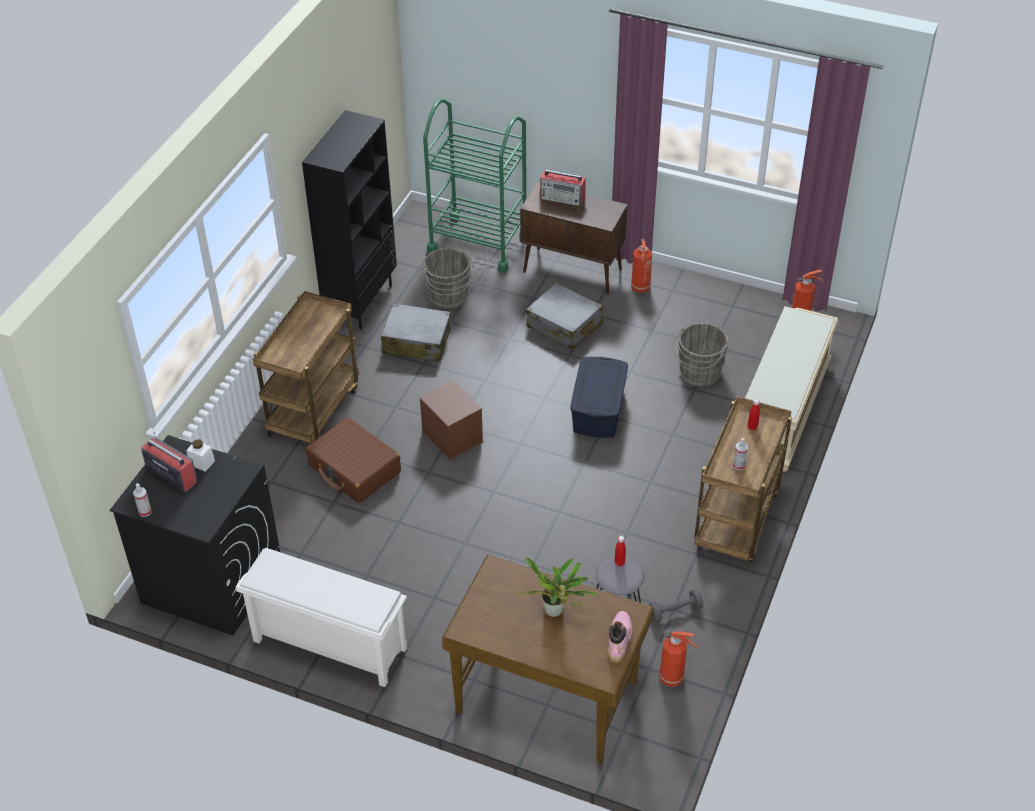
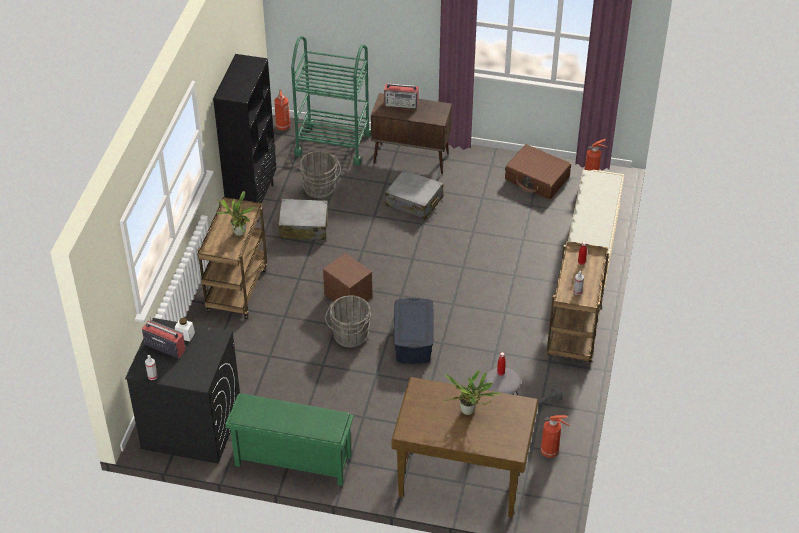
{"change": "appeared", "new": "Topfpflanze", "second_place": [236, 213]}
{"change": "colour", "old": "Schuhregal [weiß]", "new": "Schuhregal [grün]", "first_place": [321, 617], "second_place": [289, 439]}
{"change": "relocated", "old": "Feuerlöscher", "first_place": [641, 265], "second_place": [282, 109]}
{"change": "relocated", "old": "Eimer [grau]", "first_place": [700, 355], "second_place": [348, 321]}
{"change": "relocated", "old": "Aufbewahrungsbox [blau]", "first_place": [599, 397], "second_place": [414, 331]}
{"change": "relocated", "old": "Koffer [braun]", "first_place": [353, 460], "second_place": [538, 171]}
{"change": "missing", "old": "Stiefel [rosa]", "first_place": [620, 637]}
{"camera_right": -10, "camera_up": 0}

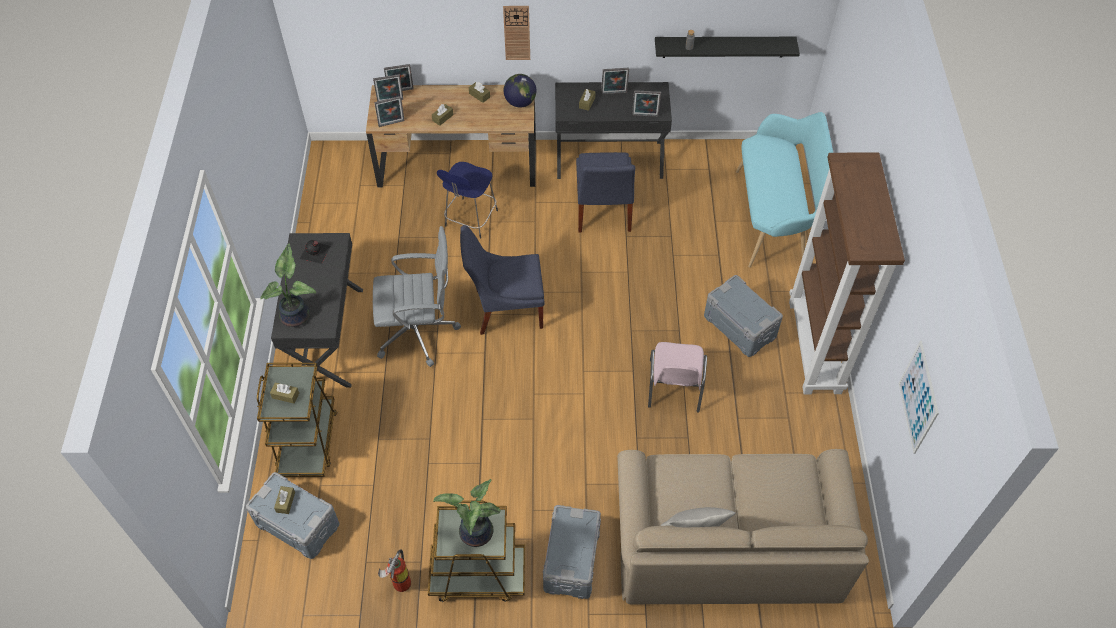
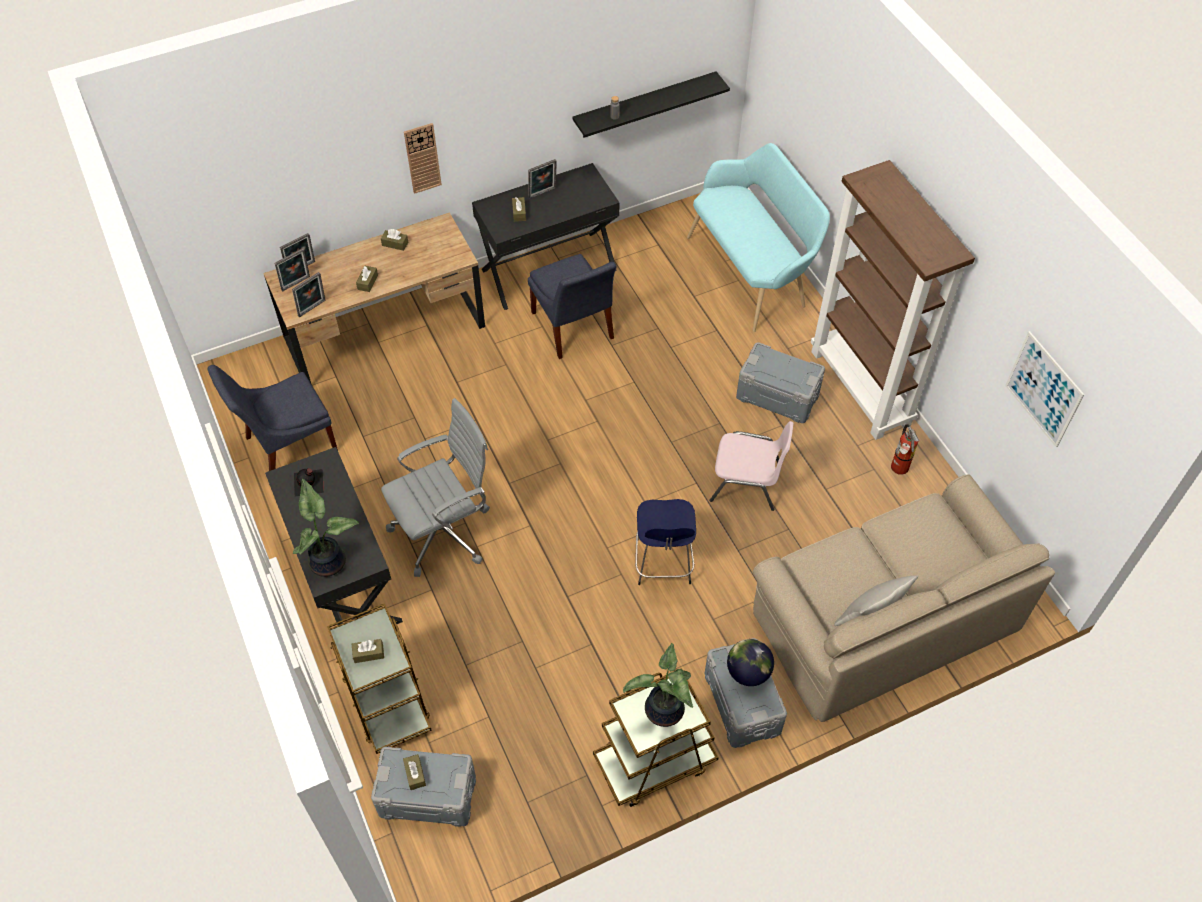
{"change": "relocated", "old": "Stuhl [blau]", "first_place": [502, 280], "second_place": [273, 418]}
{"change": "relocated", "old": "Hocker [blau]", "first_place": [467, 200], "second_place": [665, 542]}
{"change": "spun", "old": "Stuhl [rosa]", "first_place": [677, 377], "second_place": [751, 466], "degrees": -60}
{"change": "relocated", "old": "Globus", "first_place": [520, 90], "second_place": [750, 662]}
{"change": "relocated", "old": "Feuerlöscher", "first_place": [394, 570], "second_place": [905, 449]}
{"change": "missing", "old": "Bilderrahmen", "first_place": [646, 103]}
{"camera_right": -25, "camera_up": 0}

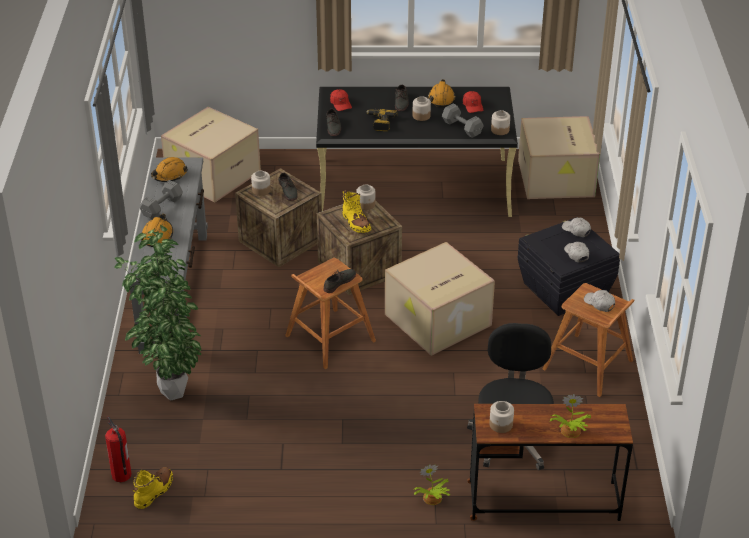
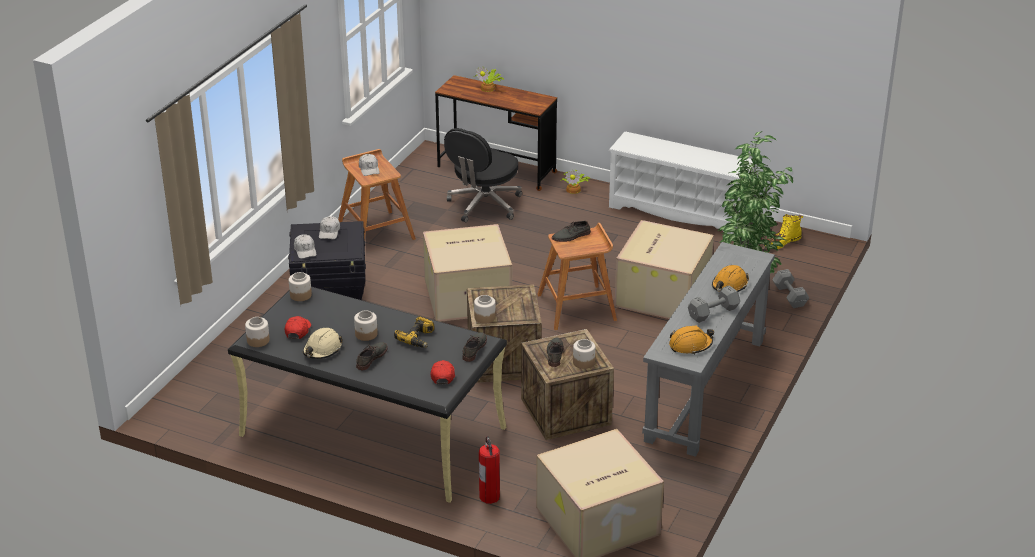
{"change": "relocated", "old": "Vorratsglas", "first_place": [501, 417], "second_place": [257, 332]}
{"change": "colour", "old": "Schutzhelm [orange]", "new": "Schutzhelm [beige]", "first_place": [442, 93], "second_place": [323, 343]}
{"change": "relocated", "old": "Feuerlöscher", "first_place": [118, 449], "second_place": [489, 470]}
{"change": "appeared", "new": "Schuhregal [weiß]", "second_place": [682, 182]}
{"change": "relocated", "old": "Karton", "first_place": [559, 157], "second_place": [664, 269]}
{"change": "relocated", "old": "Hantel [grau]", "first_place": [462, 121], "second_place": [790, 288]}
{"change": "missing", "old": "Stiefel [gelb]", "first_place": [356, 211]}
{"camera_right": -155, "camera_up": -5}

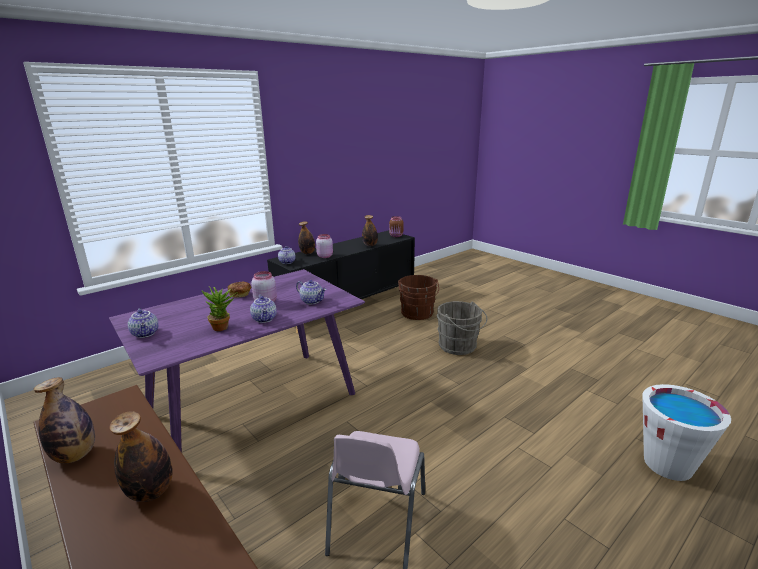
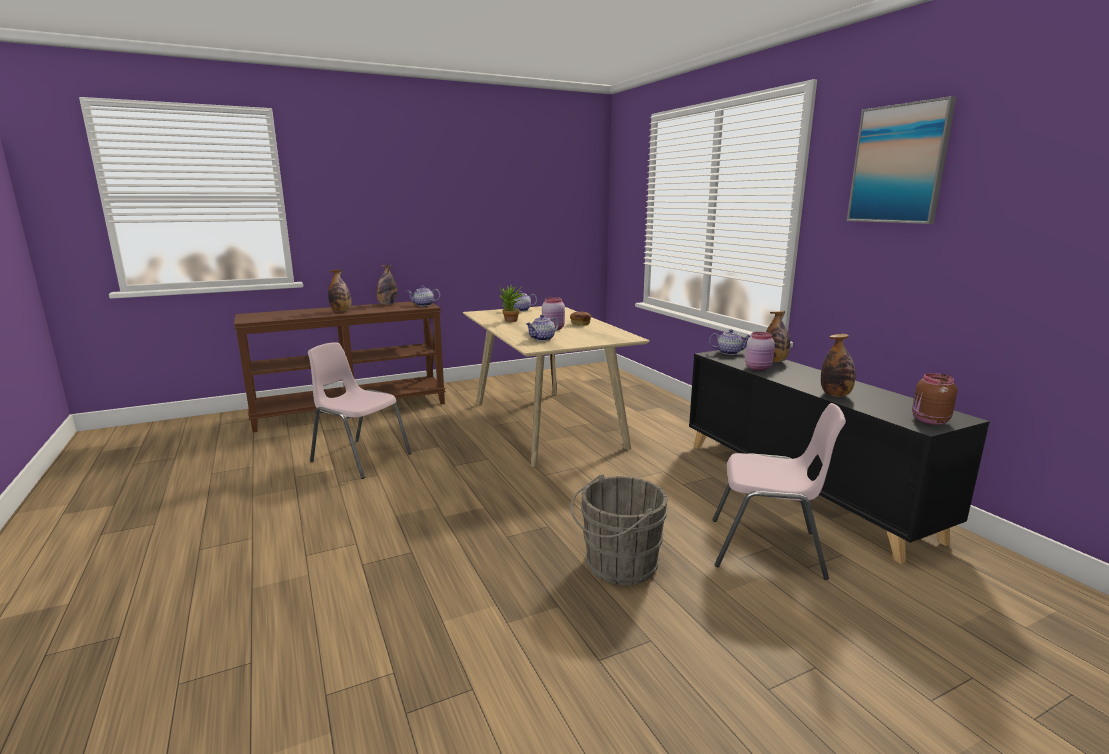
{"change": "relocated", "old": "Teekanne", "first_place": [263, 309], "second_place": [423, 296]}
{"change": "colour", "old": "Esstisch [lila]", "new": "Esstisch [beige]", "first_place": [237, 360], "second_place": [556, 386]}
{"change": "exchanged", "old": "Eimer [braun]", "new": "Stuhl [rosa]", "first_place": [418, 297], "second_place": [779, 491]}
{"change": "appeared", "new": "Bild", "second_place": [901, 160]}
{"change": "missing", "old": "Eimer [weiß]", "first_place": [686, 432]}
{"camera_right": 105, "camera_up": -5}

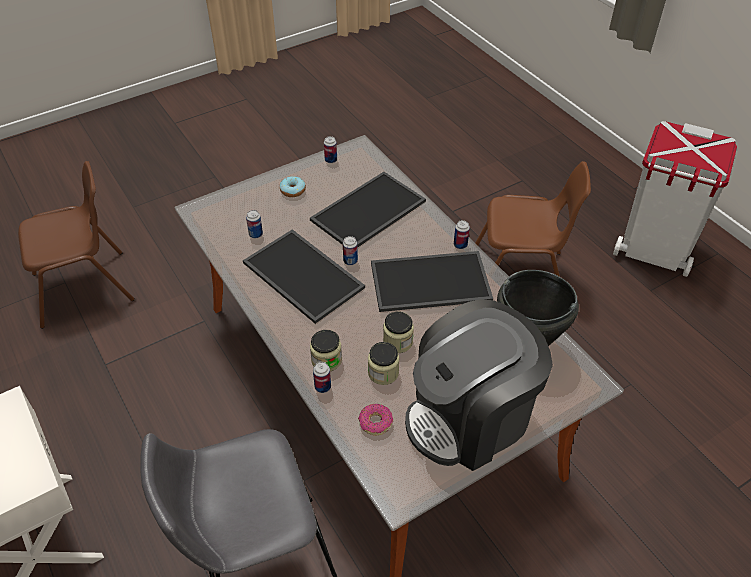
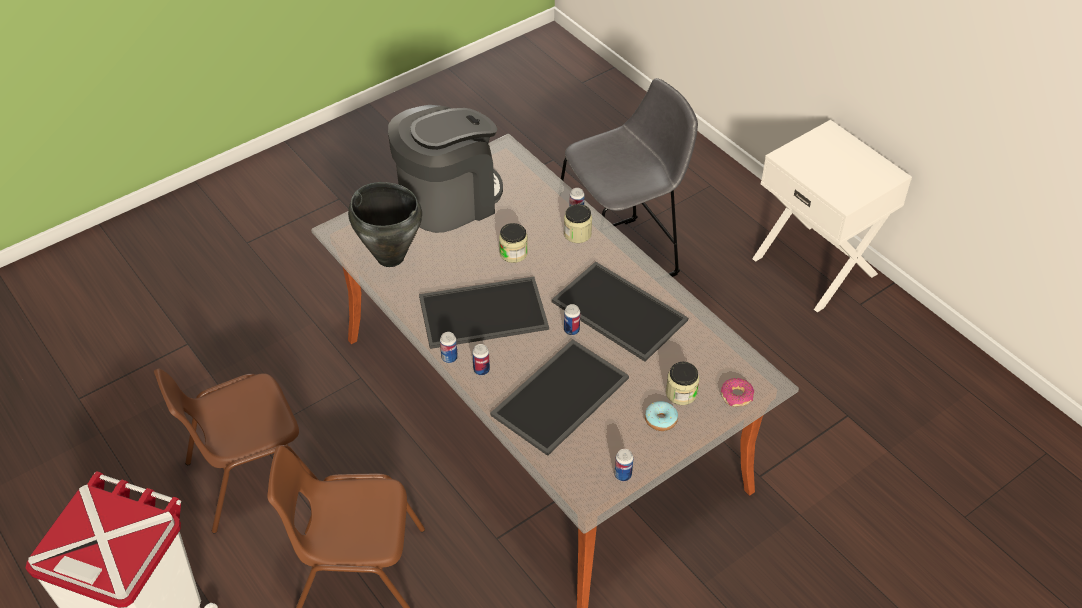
{"change": "relocated", "old": "Stuhl [braun]", "first_place": [76, 245], "second_place": [236, 451]}
{"change": "relocated", "old": "Dose", "first_place": [254, 224], "second_place": [481, 360]}
{"change": "relocated", "old": "Vorratsglas", "first_place": [383, 363], "second_place": [682, 383]}
{"change": "relocated", "old": "Donut", "first_place": [375, 420], "second_place": [737, 392]}
{"camera_right": 175, "camera_up": 0}

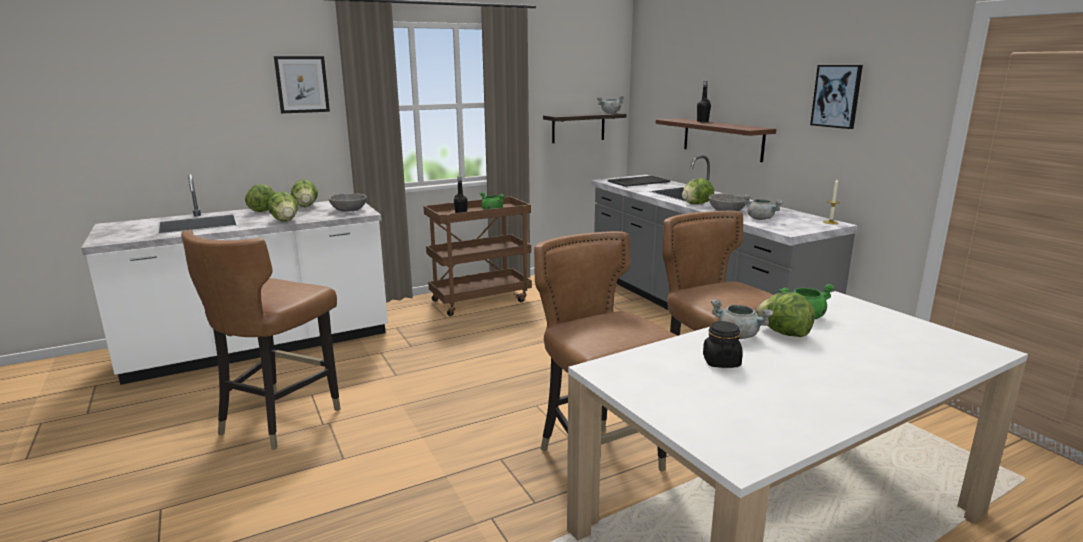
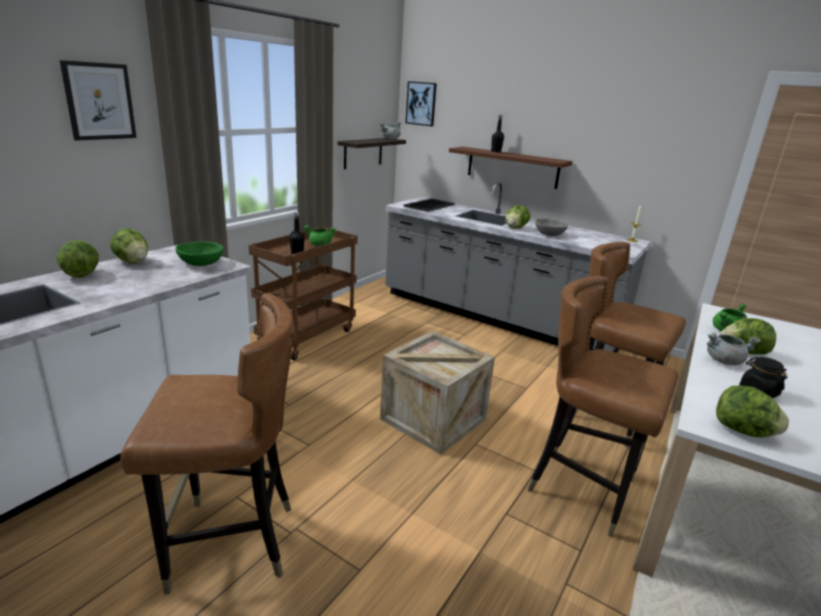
{"change": "spun", "old": "Stuhl [braun]", "first_place": [261, 340], "second_place": [206, 443], "degrees": -90}
{"change": "colour", "old": "Schüssel [grau]", "new": "Schüssel [grün]", "first_place": [348, 202], "second_place": [199, 253]}
{"change": "appeared", "new": "Kiste", "second_place": [437, 393]}
{"change": "relocated", "old": "Bild", "first_place": [836, 97], "second_place": [421, 103]}
{"change": "relocated", "old": "Salatkopf", "first_place": [283, 206], "second_place": [752, 412]}
{"change": "missing", "old": "Kochtopf [grau]", "first_place": [764, 207]}
{"camera_right": -30, "camera_up": 5}

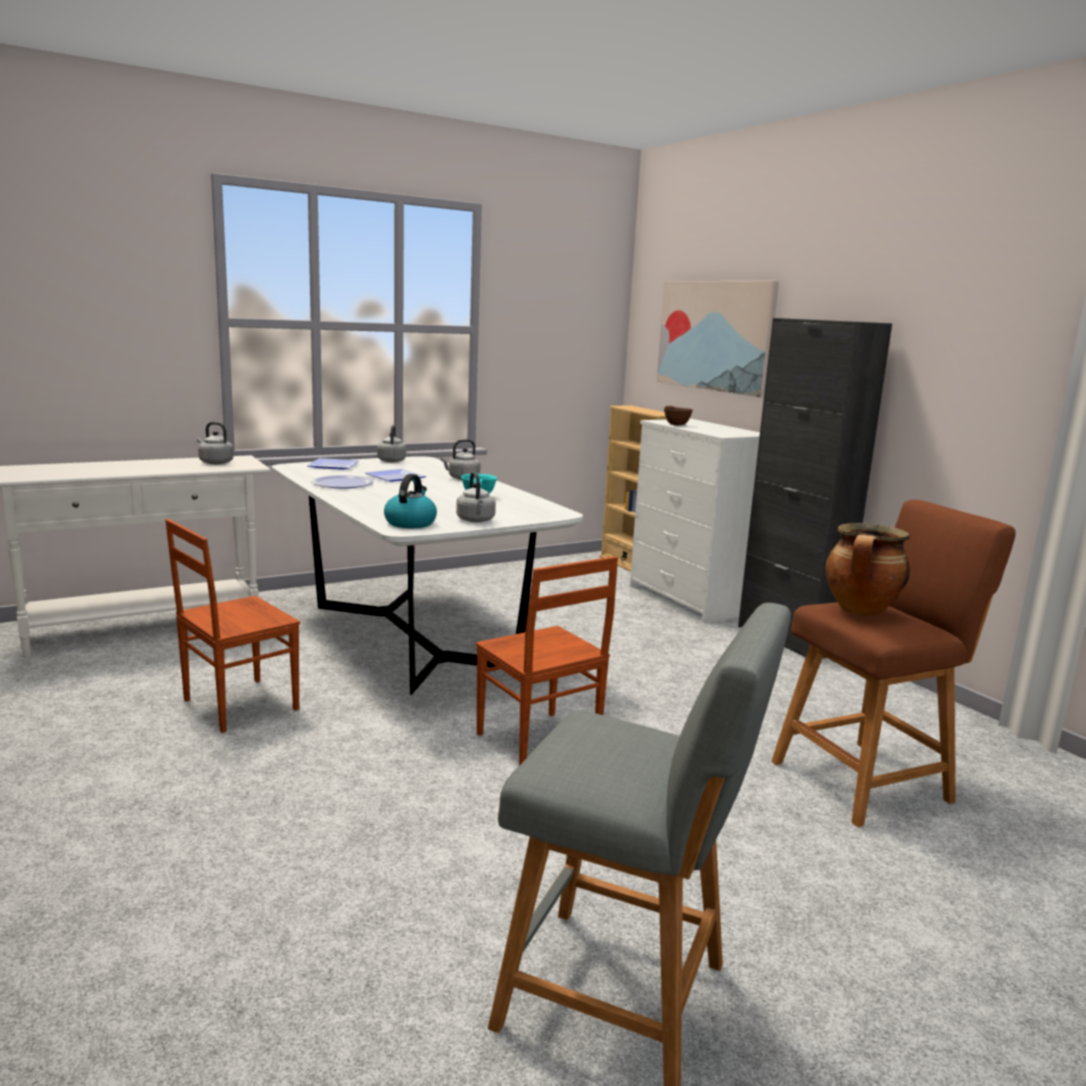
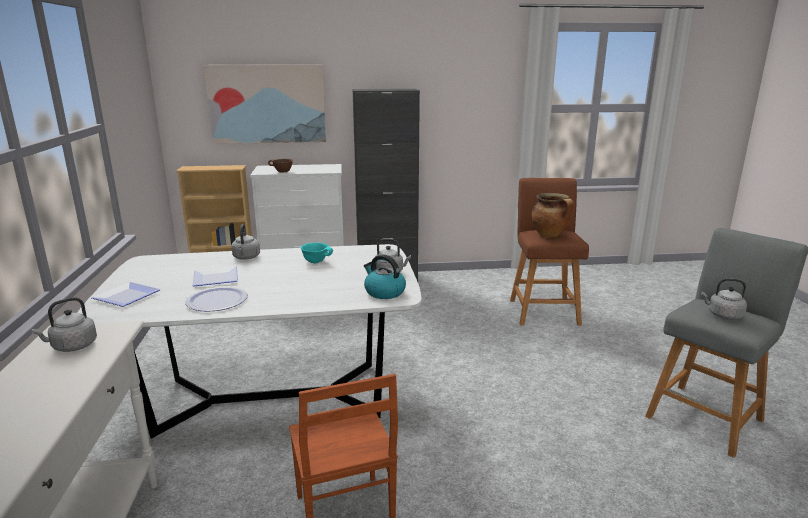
{"change": "relocated", "old": "Wasserkessel [grau]", "first_place": [391, 443], "second_place": [724, 299]}
{"change": "missing", "old": "Stuhl [braun]", "first_place": [547, 660]}
{"camera_right": -65, "camera_up": 5}

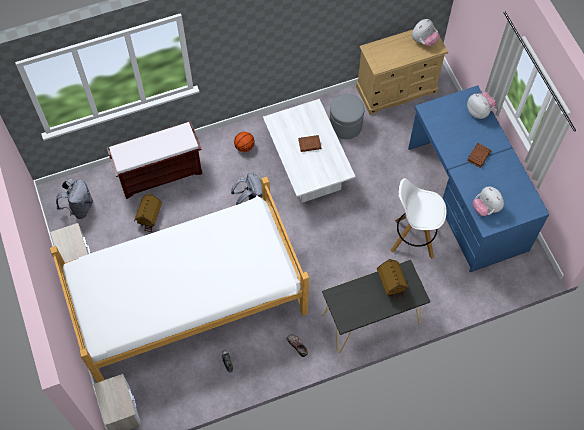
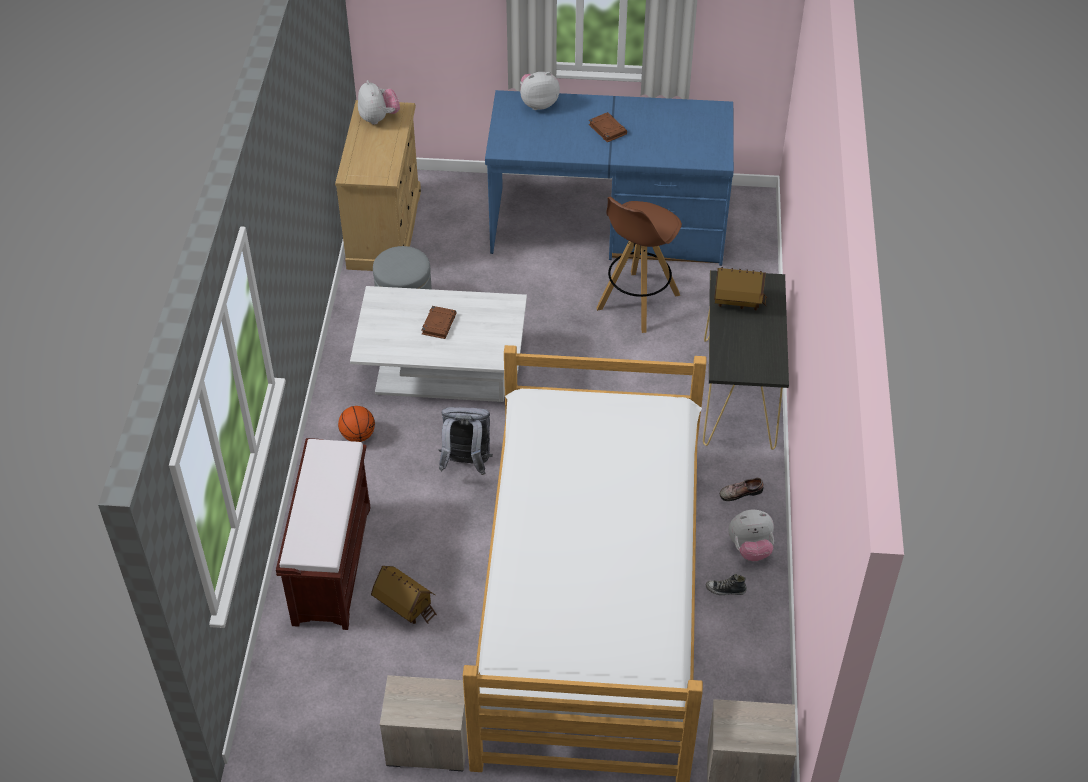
{"change": "colour", "old": "Hocker [weiß]", "new": "Hocker [braun]", "first_place": [418, 218], "second_place": [639, 265]}
{"change": "relocated", "old": "Plüschtier", "first_place": [488, 201], "second_place": [751, 535]}
{"change": "missing", "old": "Rucksack [grau]", "first_place": [74, 198]}
{"camera_right": -65, "camera_up": -15}

